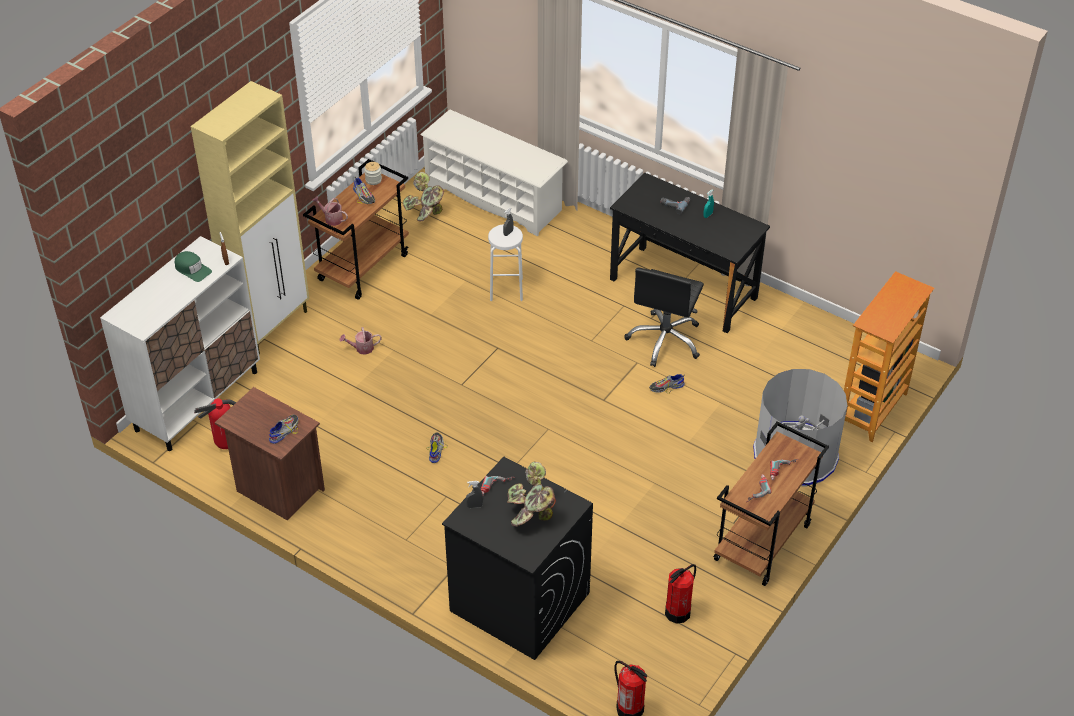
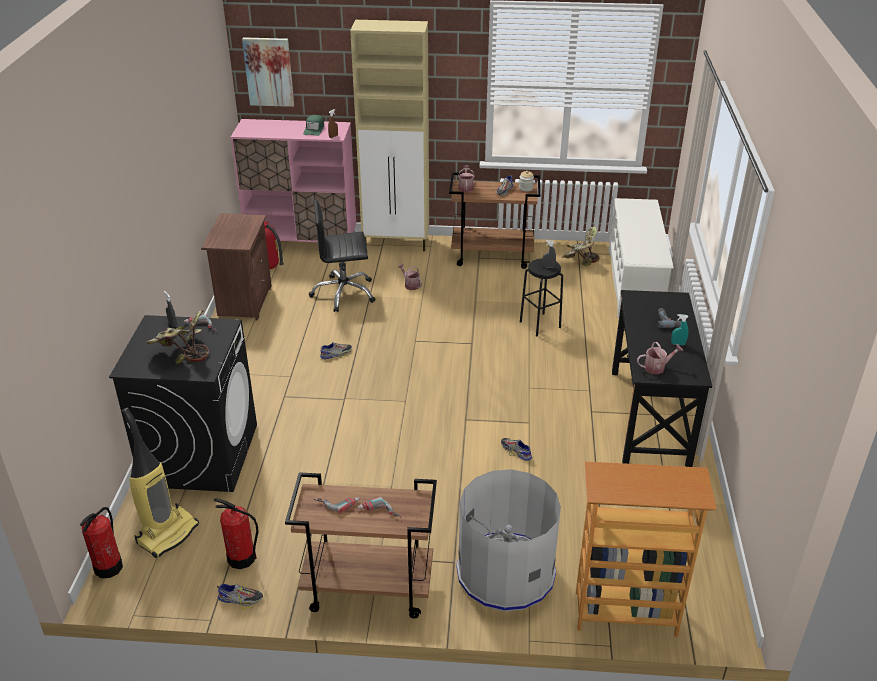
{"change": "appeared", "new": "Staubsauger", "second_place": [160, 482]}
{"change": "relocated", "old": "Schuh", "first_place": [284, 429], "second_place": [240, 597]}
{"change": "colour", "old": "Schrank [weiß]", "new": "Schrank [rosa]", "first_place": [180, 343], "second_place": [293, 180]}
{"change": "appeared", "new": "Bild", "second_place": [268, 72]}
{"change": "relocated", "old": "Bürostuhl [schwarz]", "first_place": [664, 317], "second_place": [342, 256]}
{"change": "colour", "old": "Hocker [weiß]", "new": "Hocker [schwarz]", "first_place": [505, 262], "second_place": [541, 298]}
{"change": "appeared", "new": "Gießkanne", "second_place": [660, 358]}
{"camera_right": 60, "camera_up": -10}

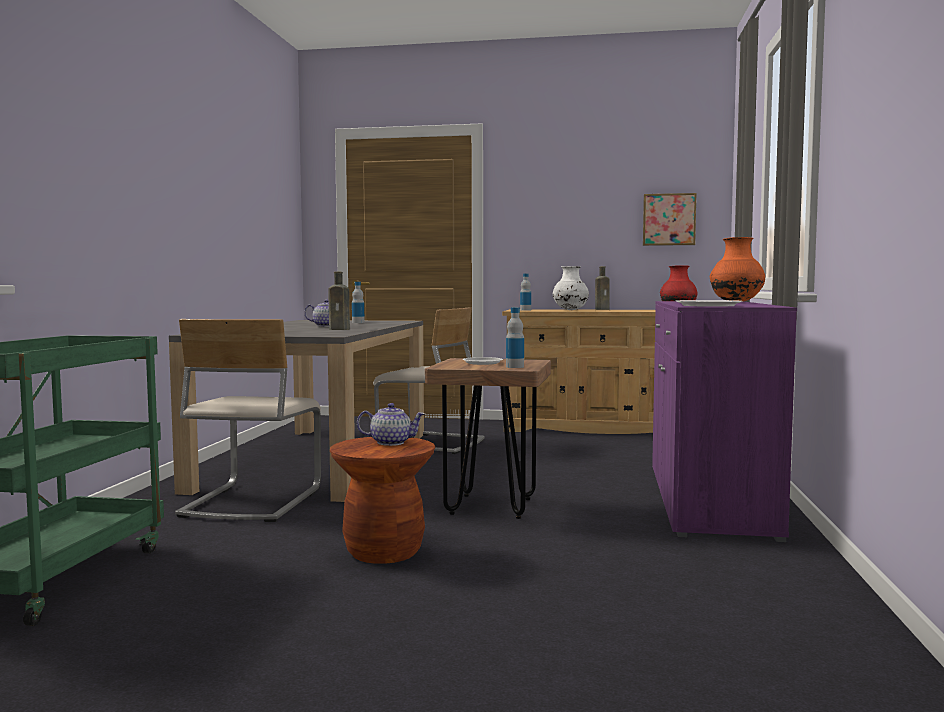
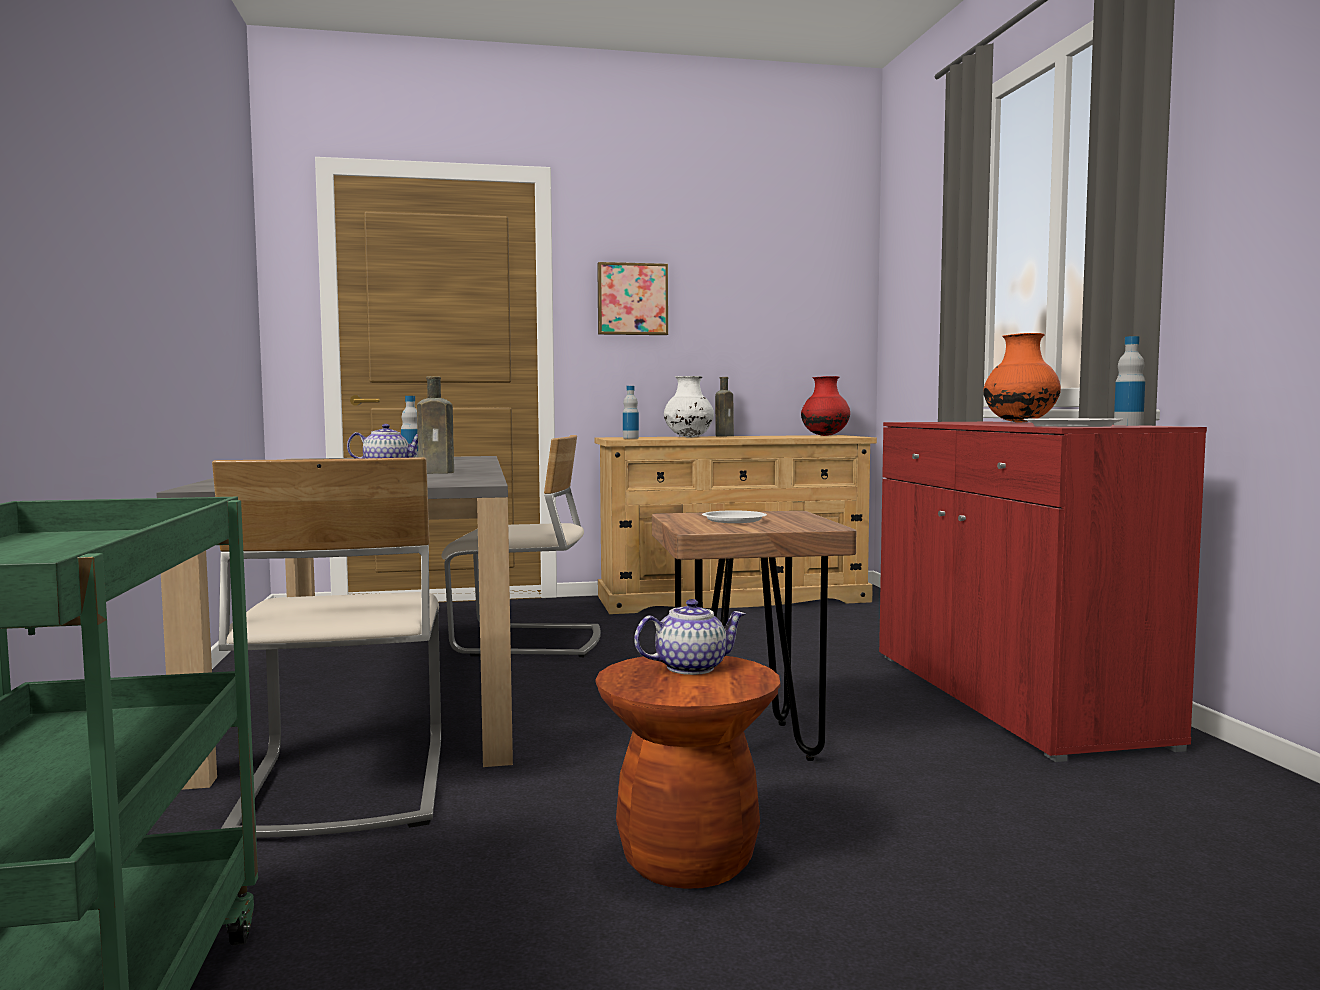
{"change": "relocated", "old": "Bild", "first_place": [669, 219], "second_place": [632, 298]}
{"change": "colour", "old": "Schrank [lila]", "new": "Schrank [rot]", "first_place": [724, 421], "second_place": [1043, 592]}
{"change": "relocated", "old": "Flasche", "first_place": [515, 337], "second_place": [1129, 381]}
{"camera_right": -20, "camera_up": 0}

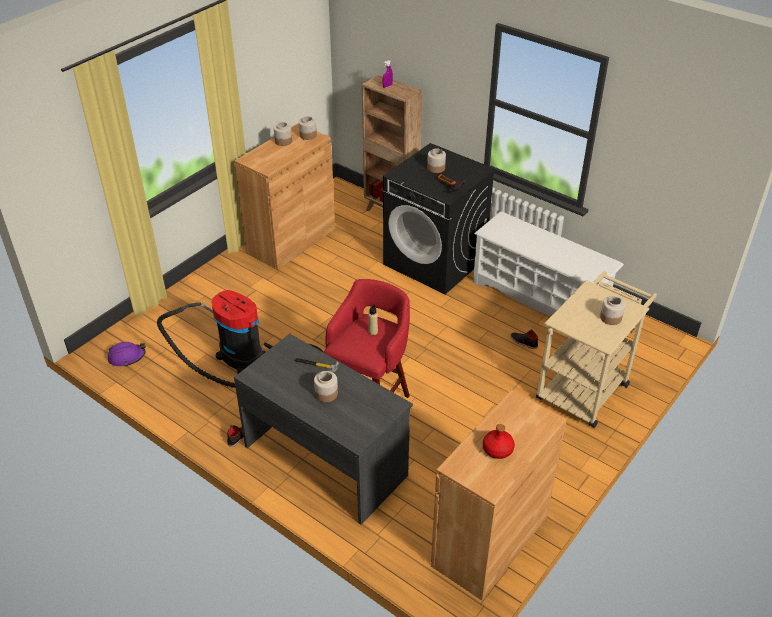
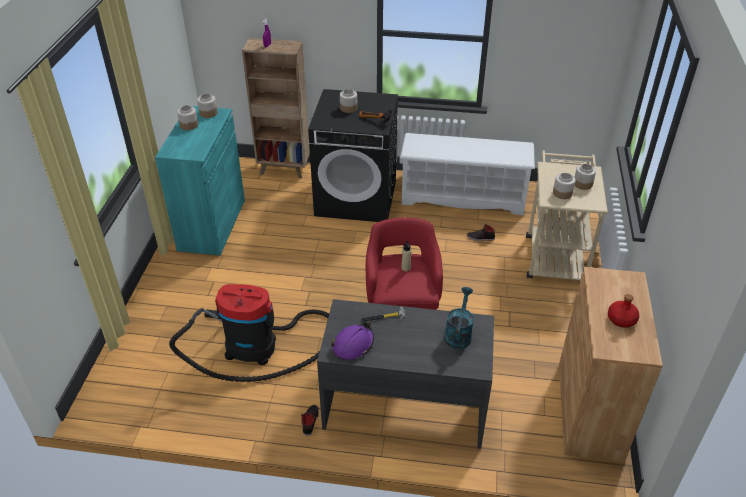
{"change": "colour", "old": "Schrank [braun]", "new": "Schrank [türkis]", "first_place": [284, 196], "second_place": [200, 181]}
{"change": "relocated", "old": "Schutzhelm [lila]", "first_place": [127, 354], "second_place": [352, 340]}
{"change": "appeared", "new": "Gießkanne [türkis]", "second_place": [459, 318]}
{"change": "relocated", "old": "Vorratsglas", "first_place": [326, 386], "second_place": [564, 186]}
{"camera_right": -30, "camera_up": 0}

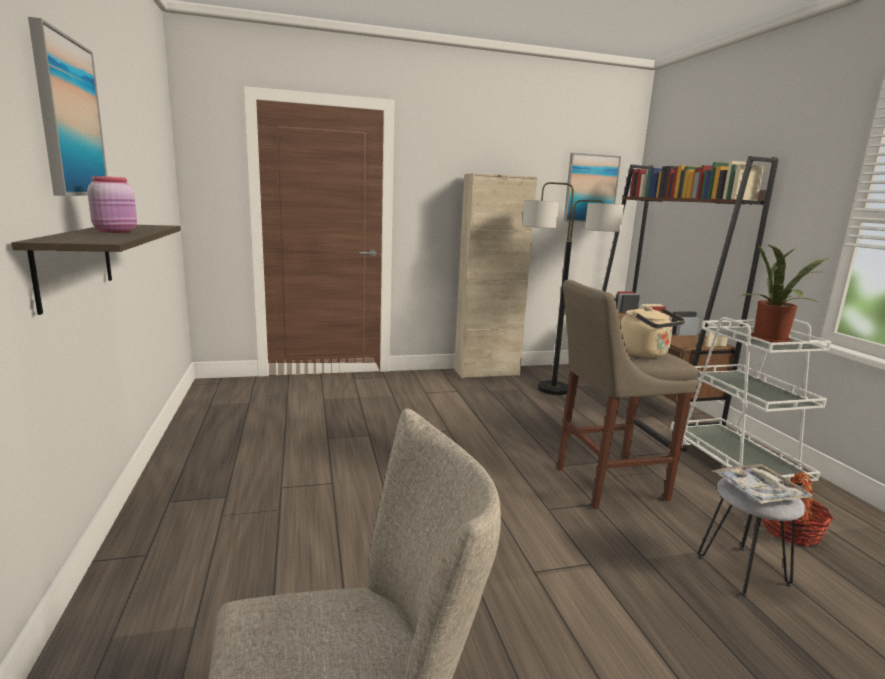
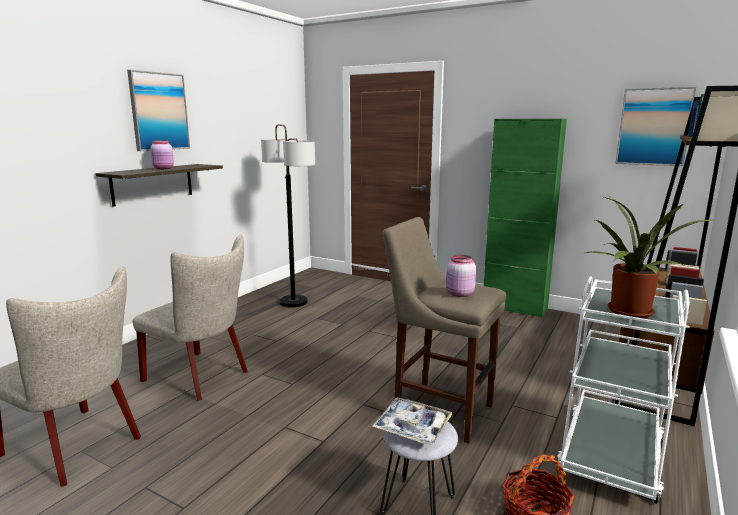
{"change": "appeared", "new": "Stuhl [beige]", "second_place": [190, 317]}
{"change": "relocated", "old": "Stehlampe", "first_place": [573, 288], "second_place": [288, 215]}
{"change": "exchanged", "old": "Wasserkessel [beige]", "new": "Vorratsglas [rosa]", "first_place": [652, 332], "second_place": [461, 276]}
{"change": "colour", "old": "Schrank [beige]", "new": "Schrank [grün]", "first_place": [495, 275], "second_place": [525, 218]}
{"camera_right": 45, "camera_up": 0}

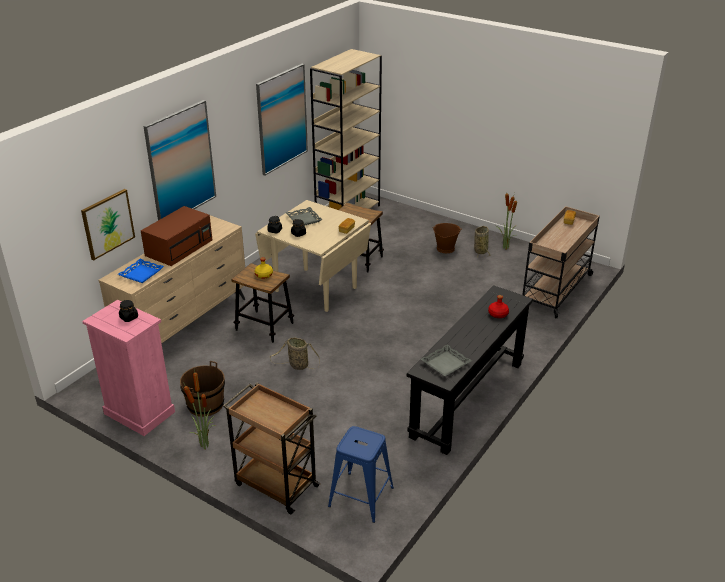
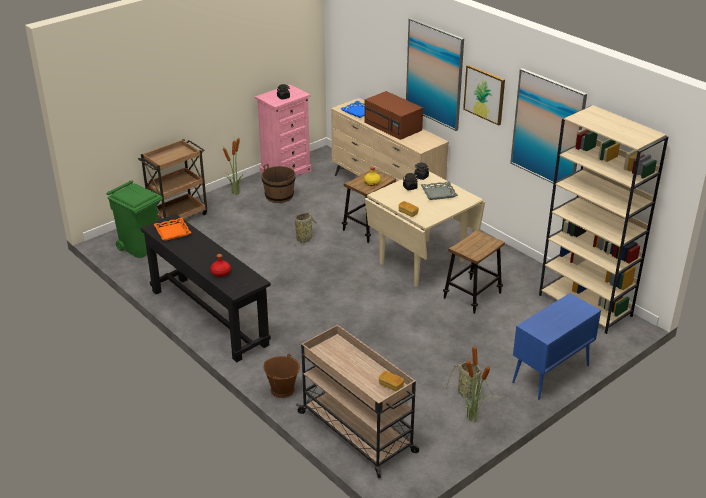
{"change": "exchanged", "old": "Hocker [blau]", "new": "Mülleimer [grün]", "first_place": [361, 474], "second_place": [135, 219]}
{"change": "colour", "old": "Tablett [grau]", "new": "Tablett [orange]", "first_place": [446, 360], "second_place": [172, 229]}
{"change": "relocated", "old": "Eimer [braun]", "first_place": [447, 238], "second_place": [281, 376]}
{"change": "relocated", "old": "Bild", "first_place": [108, 224], "second_place": [484, 95]}
{"change": "appeared", "new": "Schrank [blau]", "second_place": [556, 346]}
{"camera_right": 105, "camera_up": 0}

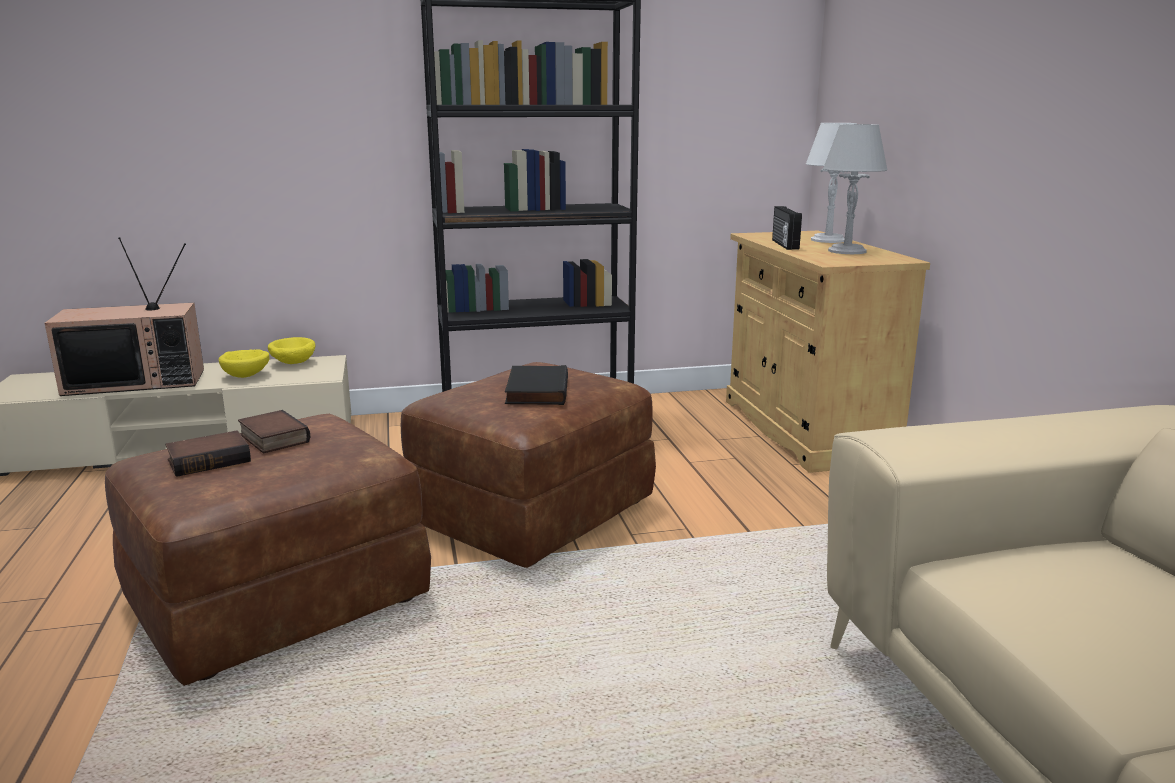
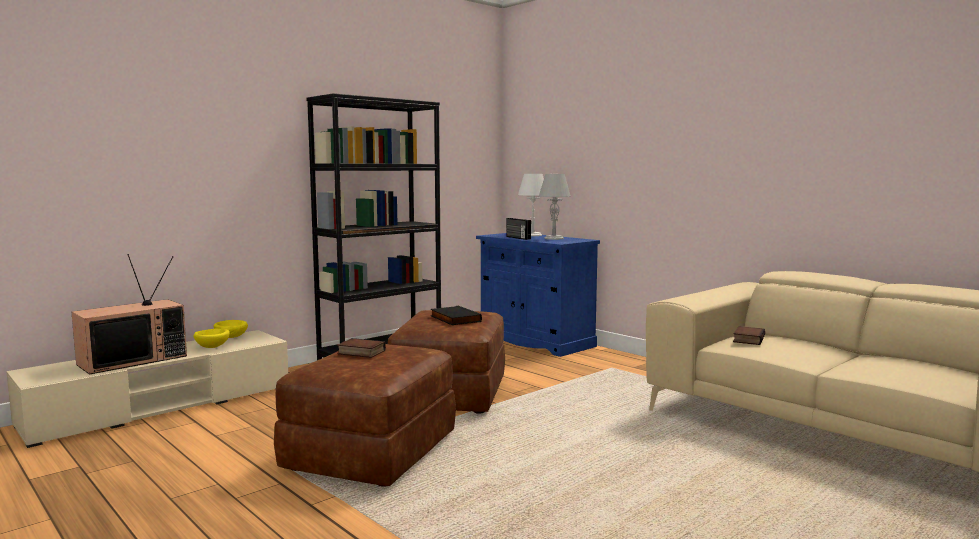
{"change": "colour", "old": "Schrank [beige]", "new": "Schrank [blau]", "first_place": [828, 352], "second_place": [538, 295]}
{"change": "relocated", "old": "Buch", "first_place": [208, 454], "second_place": [749, 335]}
{"camera_right": -30, "camera_up": -10}

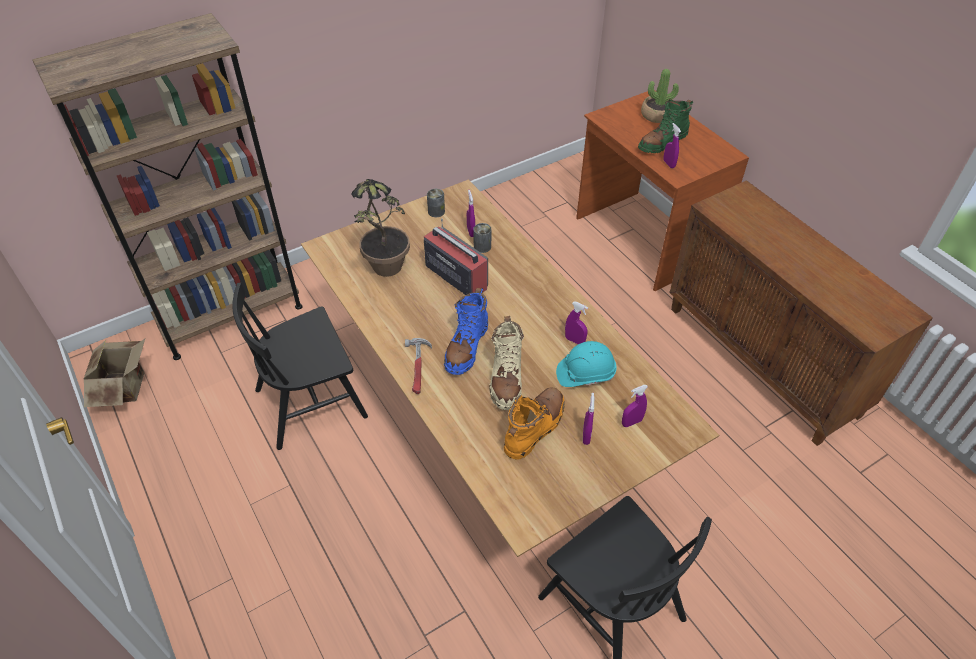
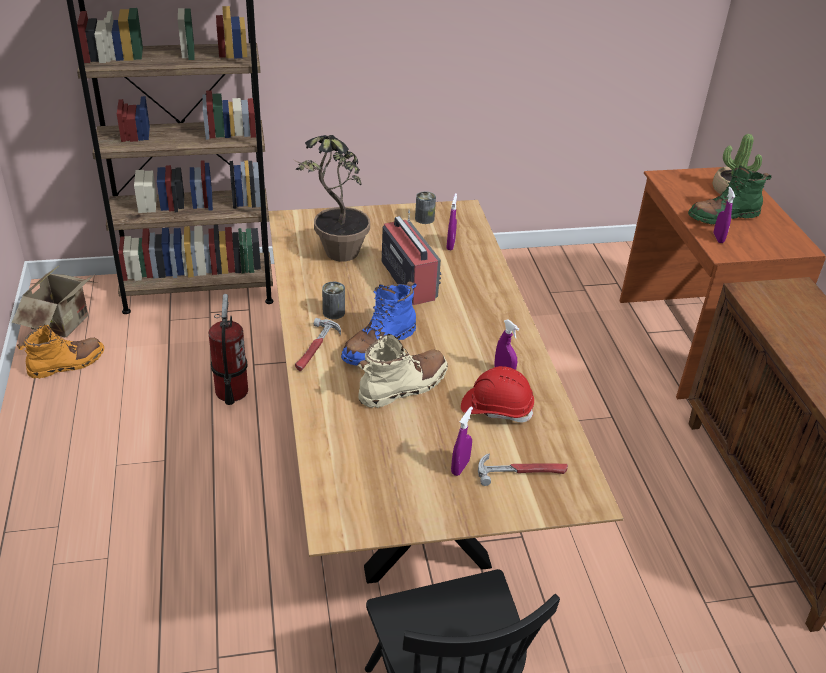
{"change": "relocated", "old": "Stiefel [orange]", "first_place": [534, 424], "second_place": [60, 351]}
{"change": "exchanged", "old": "Stuhl [schwarz]", "new": "Feuerlöscher", "first_place": [300, 366], "second_place": [228, 349]}
{"change": "relocated", "old": "Dose", "first_place": [482, 238], "second_place": [333, 300]}
{"change": "spun", "old": "Stiefel [beige]", "first_place": [507, 363], "second_place": [403, 371], "degrees": -150}
{"change": "colour", "old": "Schutzhelm [türkis]", "new": "Schutzhelm [rot]", "first_place": [586, 364], "second_place": [497, 394]}
{"change": "exchanged", "old": "Sprühflasche [lila]", "new": "Hammer", "first_place": [635, 406], "second_place": [523, 469]}
{"camera_right": 20, "camera_up": -10}

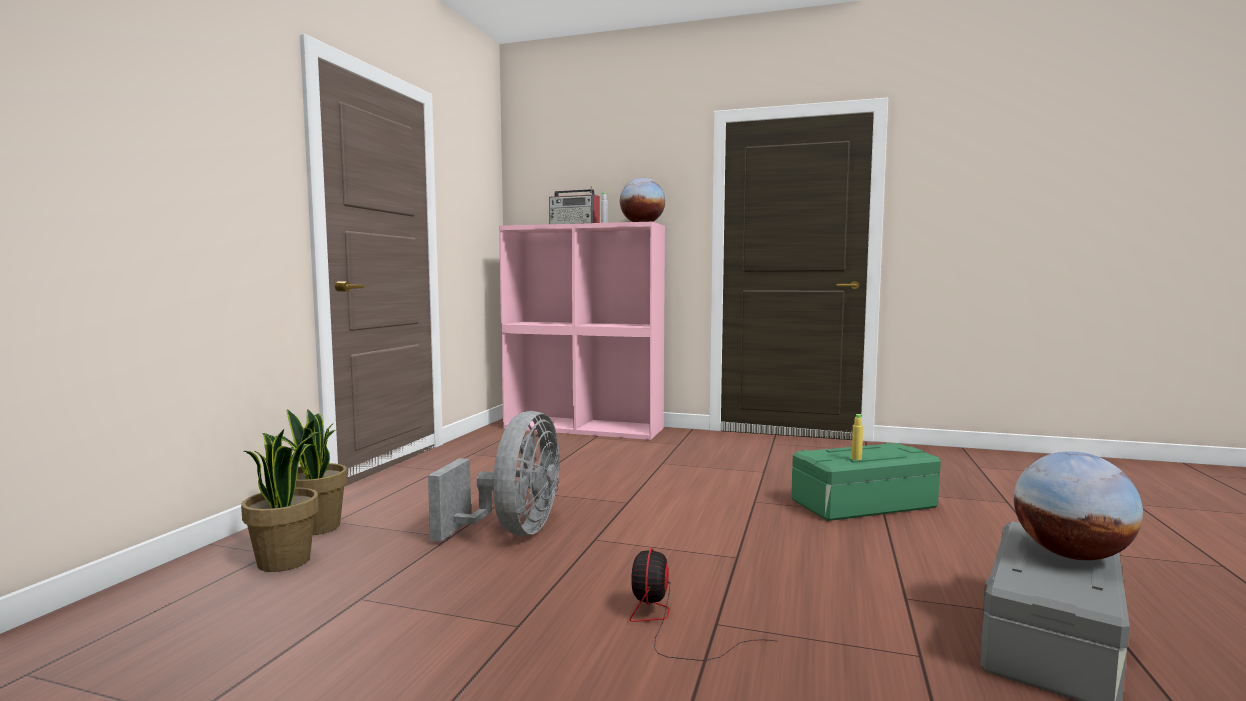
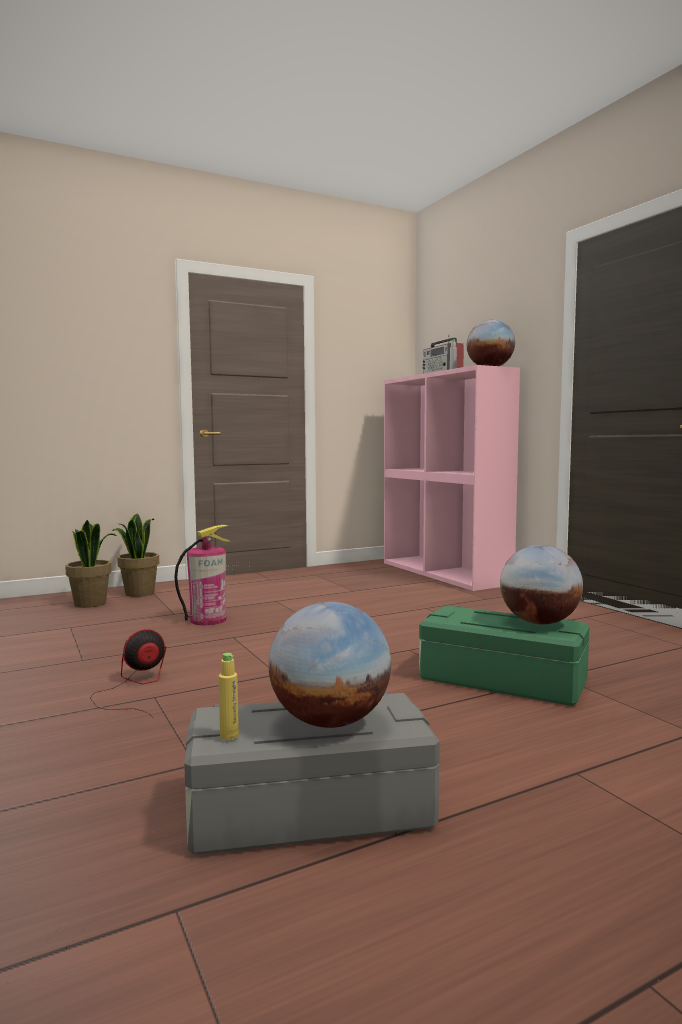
{"change": "exchanged", "old": "Ventilator [grau]", "new": "Feuerlöscher", "first_place": [493, 476], "second_place": [202, 575]}
{"change": "relocated", "old": "Flasche [gelb]", "first_place": [857, 437], "second_place": [228, 696]}
{"change": "appeared", "new": "Globus", "second_place": [541, 584]}
{"camera_right": 45, "camera_up": 0}

